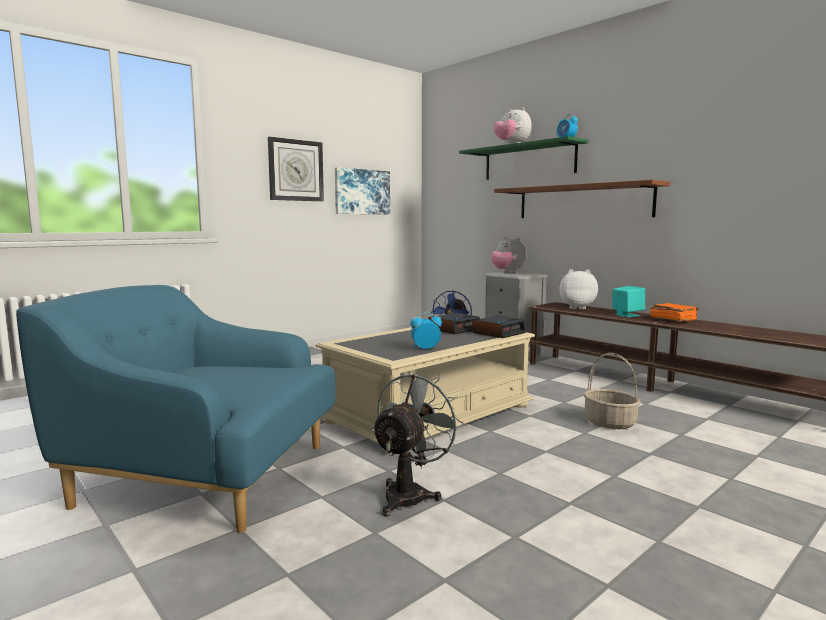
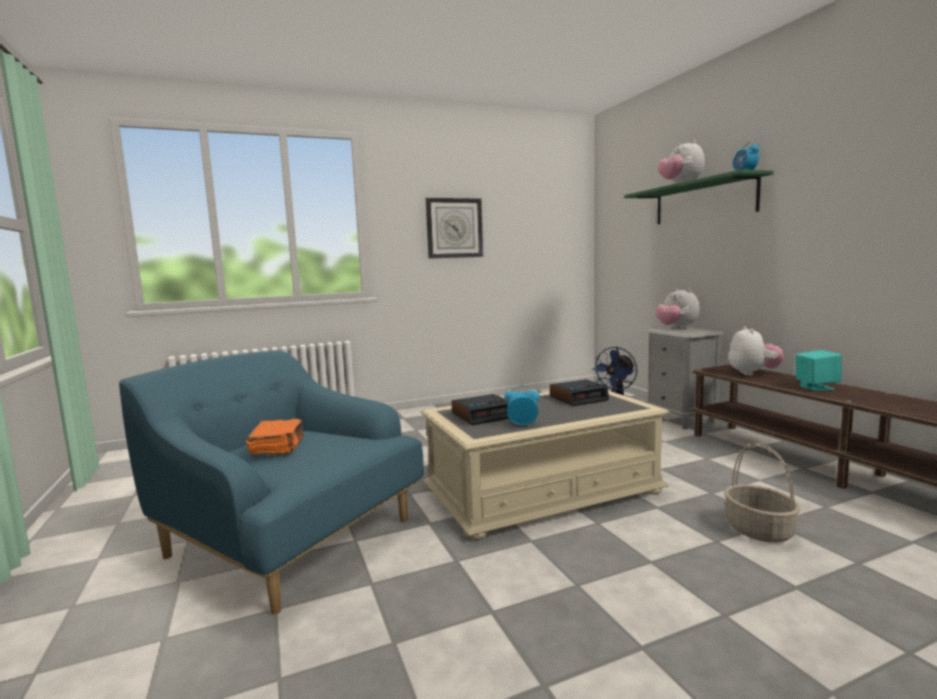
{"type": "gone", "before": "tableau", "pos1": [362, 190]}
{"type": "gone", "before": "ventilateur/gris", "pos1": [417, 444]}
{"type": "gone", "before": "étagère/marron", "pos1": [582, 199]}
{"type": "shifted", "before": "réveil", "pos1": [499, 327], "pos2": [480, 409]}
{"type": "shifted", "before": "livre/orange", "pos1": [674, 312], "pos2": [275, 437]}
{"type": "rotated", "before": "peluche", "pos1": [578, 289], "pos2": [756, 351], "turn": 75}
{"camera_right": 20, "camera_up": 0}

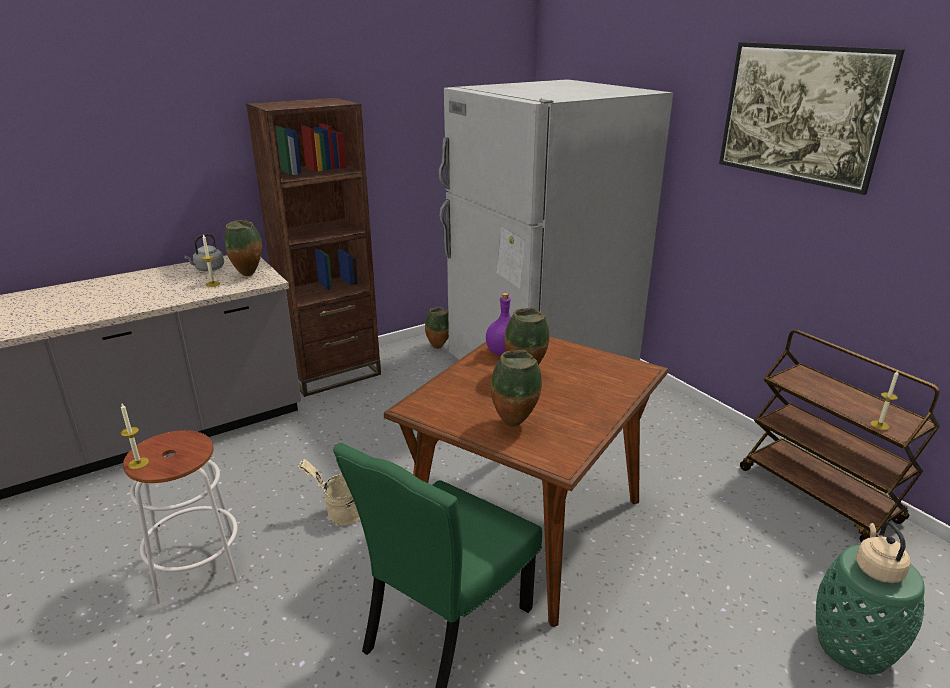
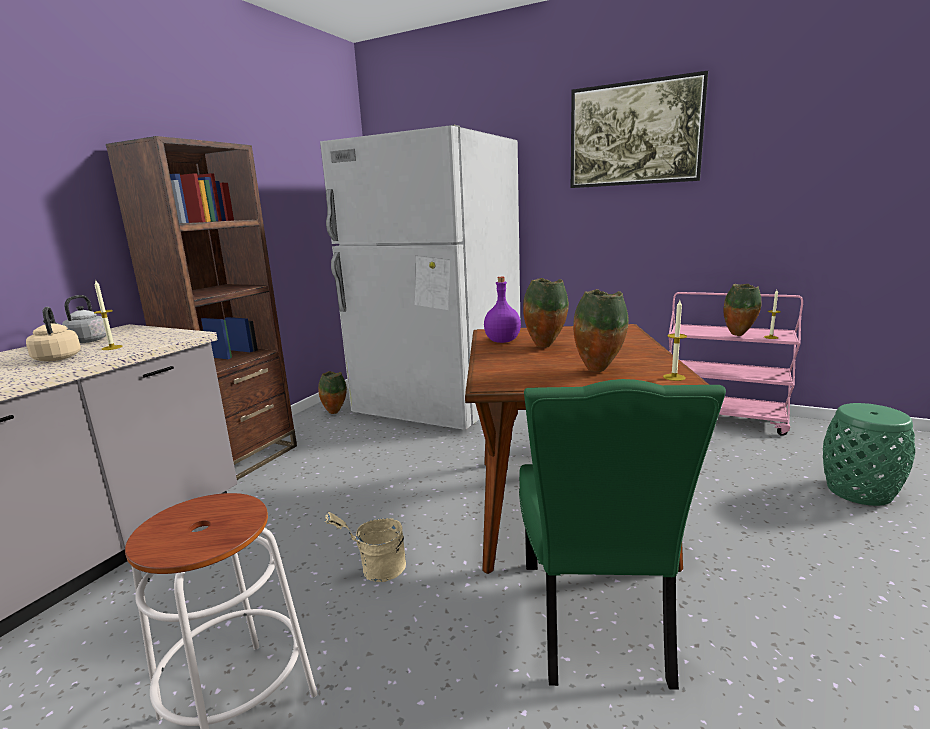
{"type": "shifted", "before": "bougie", "pos1": [135, 436], "pos2": [675, 340]}
{"type": "shifted", "before": "vase", "pos1": [243, 248], "pos2": [742, 310]}
{"type": "shifted", "before": "bouilloire/beige", "pos1": [883, 552], "pos2": [53, 334]}
{"type": "repainted", "before": "chariot/marron", "after": "chariot/rose", "pos1": [840, 436], "pos2": [736, 364]}
{"camera_right": -30, "camera_up": -10}

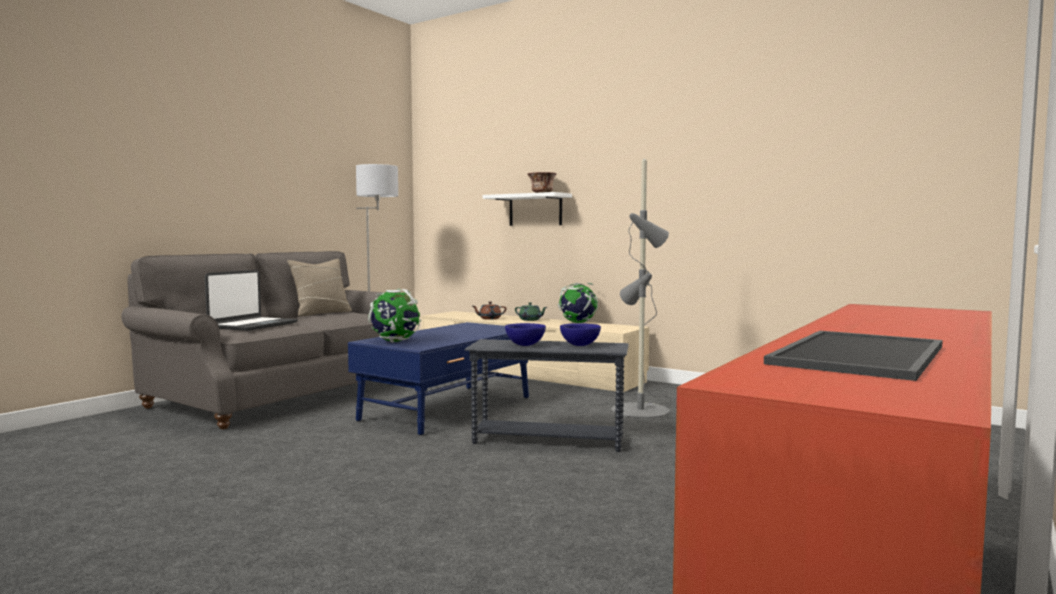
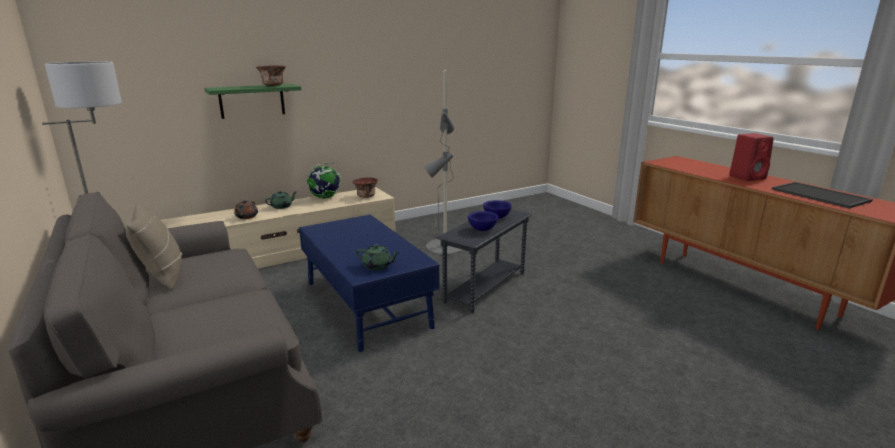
{"type": "gone", "before": "ordinateur portable", "pos1": [251, 300]}
{"type": "new", "after": "bol", "pos2": [365, 188]}
{"type": "new", "after": "enceinte/rouge", "pos2": [751, 157]}
{"type": "swapped", "before": "globe", "after": "théière/vert", "pos1": [394, 315], "pos2": [378, 257]}
{"type": "repainted", "before": "étagère/blanc", "after": "étagère/vert", "pos1": [527, 209], "pos2": [253, 101]}
{"camera_right": -65, "camera_up": 15}

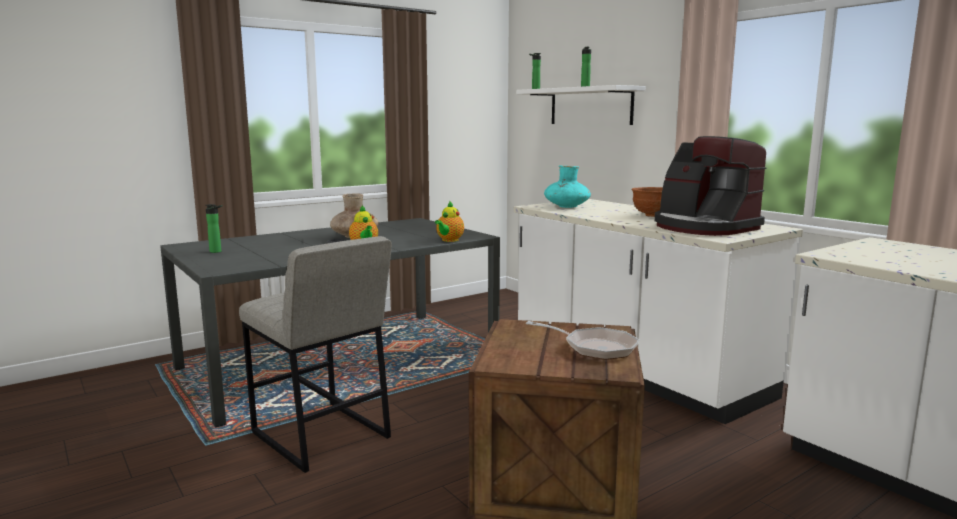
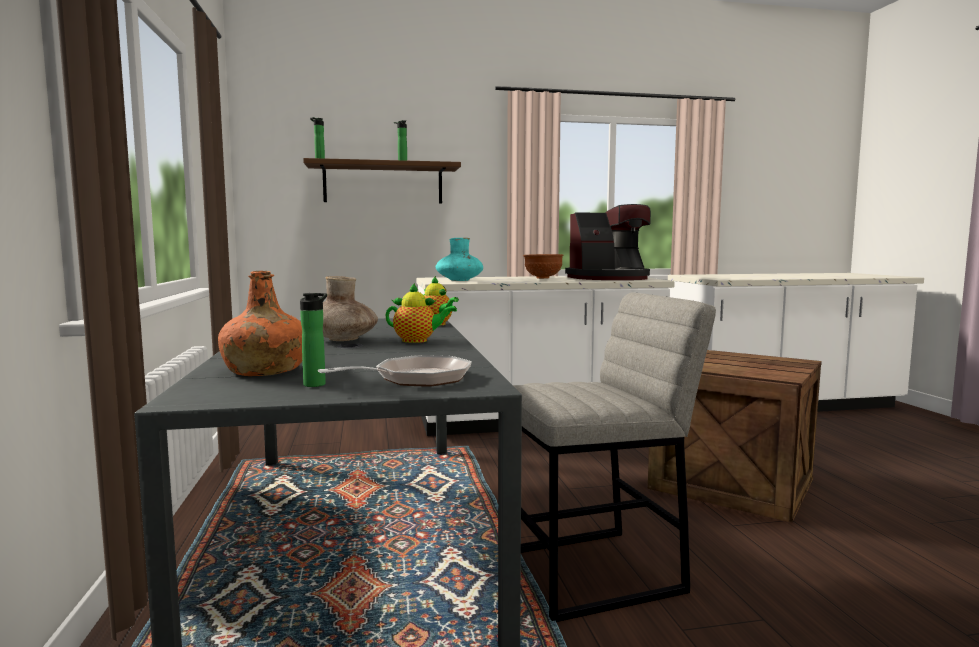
{"type": "new", "after": "bouteille/orange", "pos2": [260, 323]}
{"type": "shifted", "before": "poêle", "pos1": [583, 340], "pos2": [395, 371]}
{"type": "repainted", "before": "étagère/blanc", "after": "étagère/marron", "pos1": [581, 105], "pos2": [382, 181]}
{"camera_right": -65, "camera_up": -5}

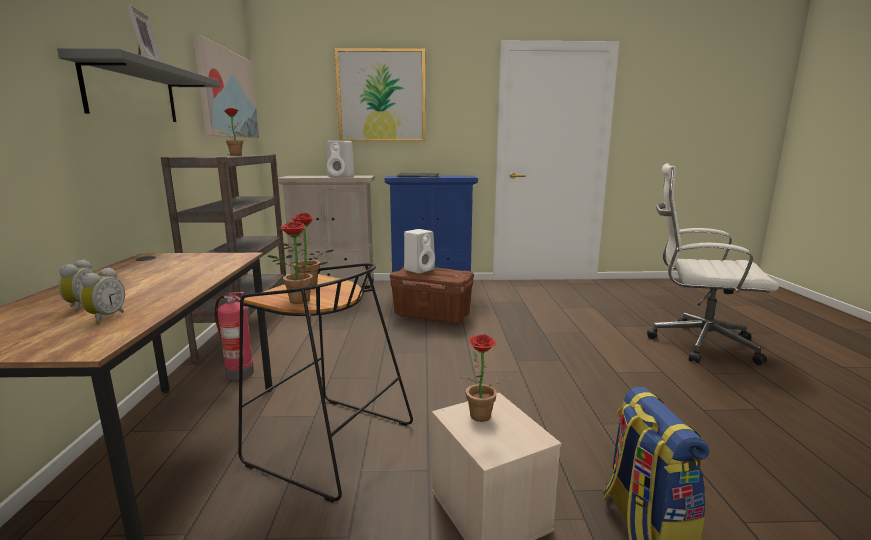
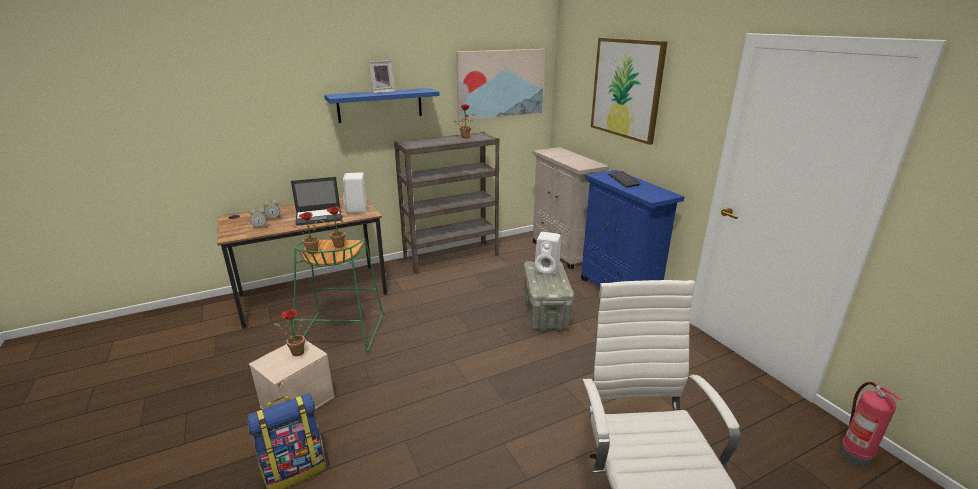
{"type": "new", "after": "ordinateur portable", "pos2": [316, 201]}
{"type": "shifted", "before": "extincteur", "pos1": [234, 336], "pos2": [870, 424]}
{"type": "shifted", "before": "enceinte/blanc", "pos1": [340, 159], "pos2": [355, 192]}
{"type": "repainted", "before": "étagère/gris", "after": "étagère/bleu", "pos1": [138, 85], "pos2": [381, 105]}
{"type": "repainted", "before": "tabouret/noir", "after": "tabouret/vert", "pos1": [325, 383], "pos2": [338, 295]}
{"type": "repainted", "before": "boîte de rangement/marron", "after": "boîte de rangement/gris", "pos1": [432, 295], "pos2": [549, 296]}
{"camera_right": 65, "camera_up": 10}

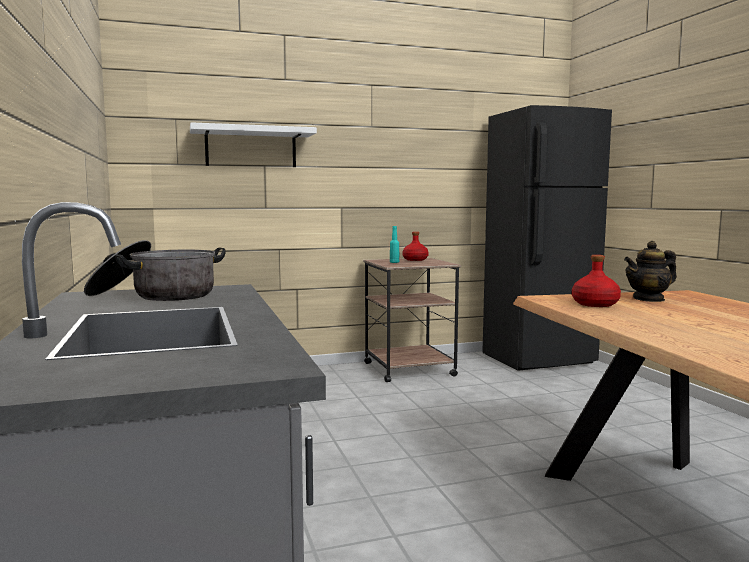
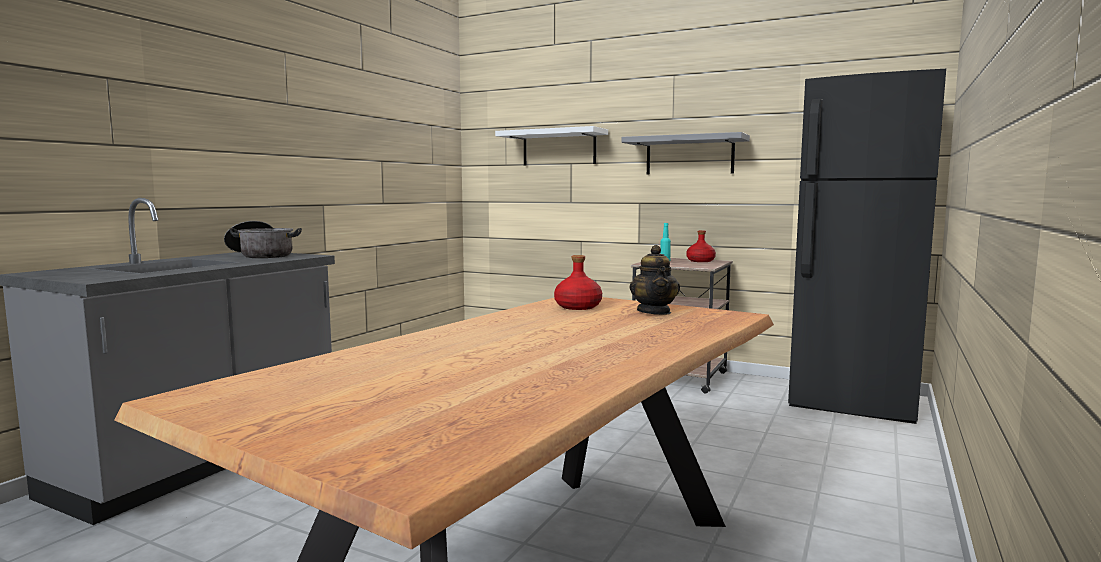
{"type": "new", "after": "étagère/gris", "pos2": [686, 153]}
{"type": "rotated", "before": "théière", "pos1": [650, 271], "pos2": [654, 280], "turn": -120}
{"camera_right": 45, "camera_up": 0}

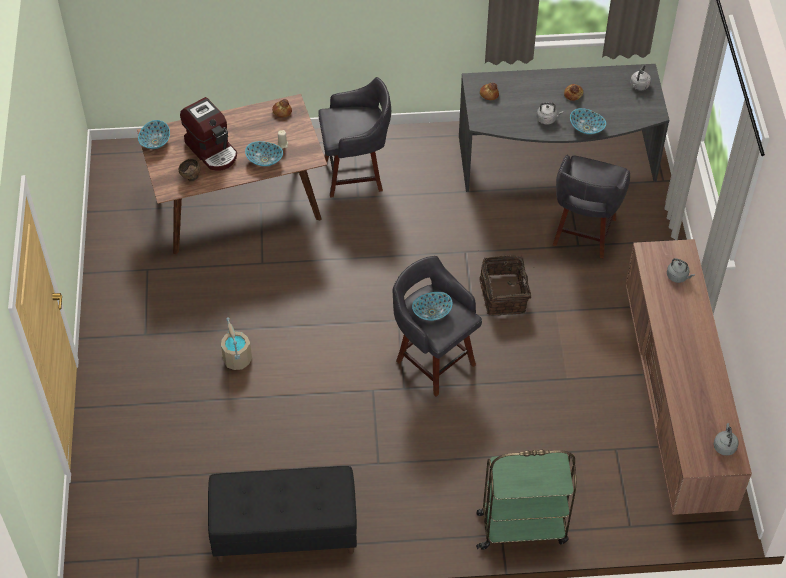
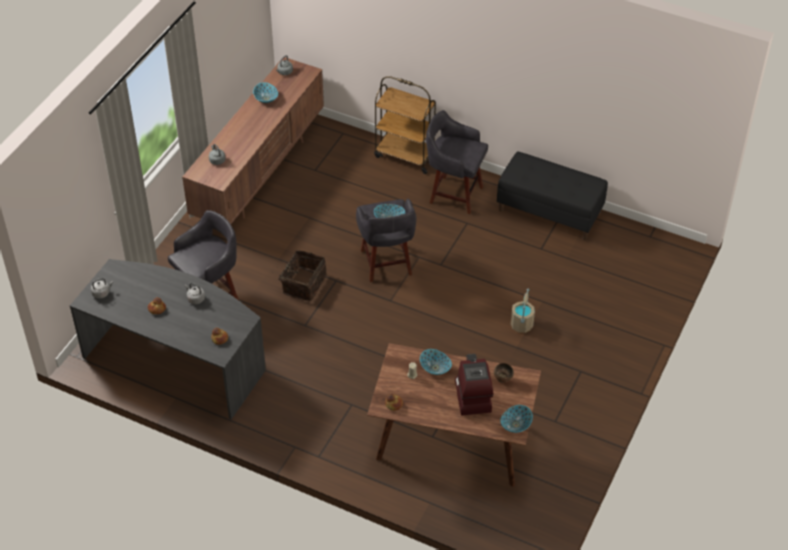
{"type": "shifted", "before": "tabouret/gris", "pos1": [354, 137], "pos2": [457, 162]}
{"type": "shifted", "before": "bol", "pos1": [588, 121], "pos2": [265, 92]}
{"type": "repainted", "before": "chariot/vert", "after": "chariot/marron", "pos1": [526, 500], "pos2": [405, 125]}
{"camera_right": -150, "camera_up": -5}

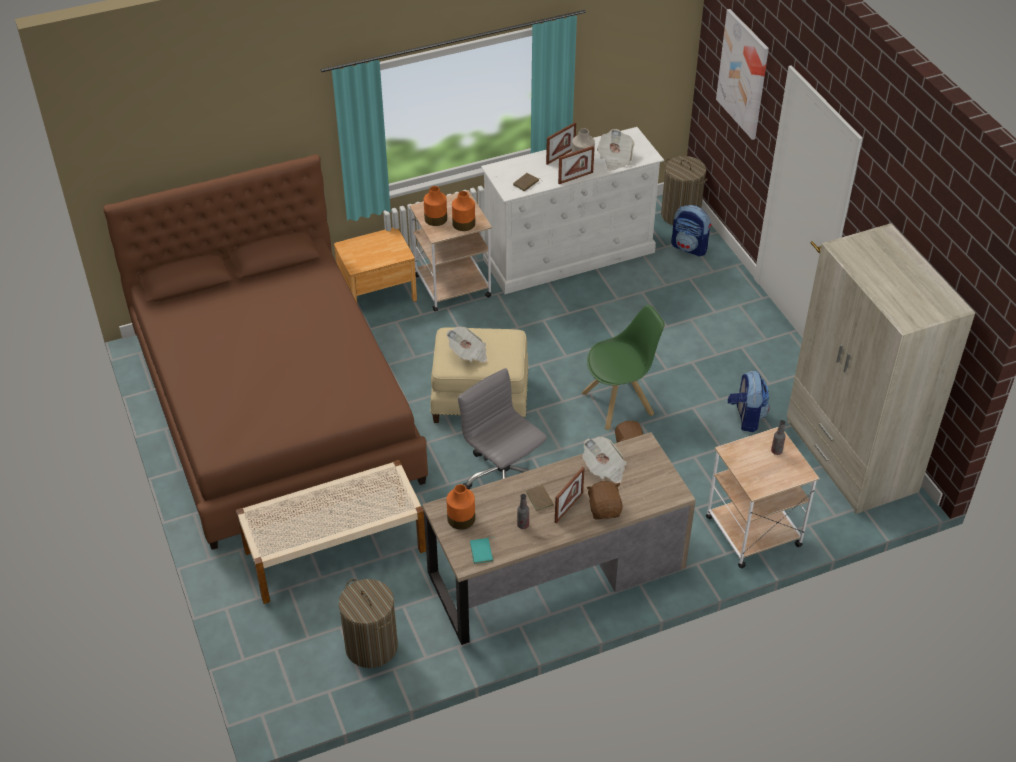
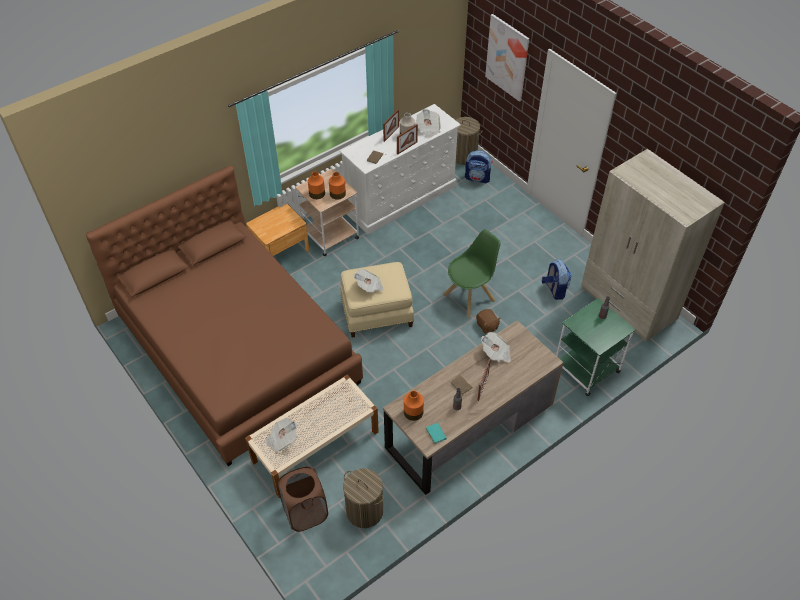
{"type": "gone", "before": "chaise de bureau/gris", "pos1": [502, 429]}
{"type": "gone", "before": "peluche/marron", "pos1": [604, 500]}
{"type": "new", "after": "journal", "pos2": [280, 435]}
{"type": "new", "after": "panier à linge/marron", "pos2": [302, 499]}
{"type": "repainted", "before": "chariot/beige", "after": "chariot/vert", "pos1": [762, 497], "pos2": [596, 347]}
{"camera_right": -15, "camera_up": 5}

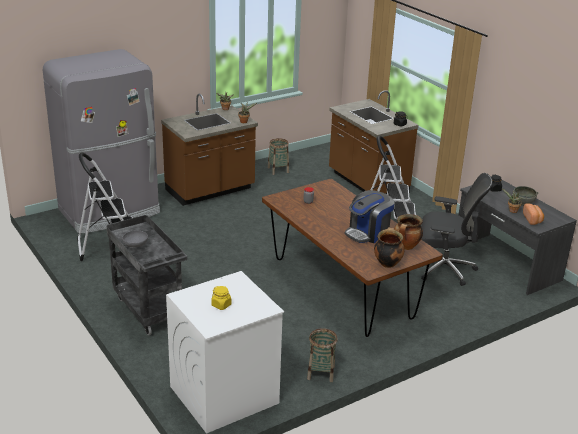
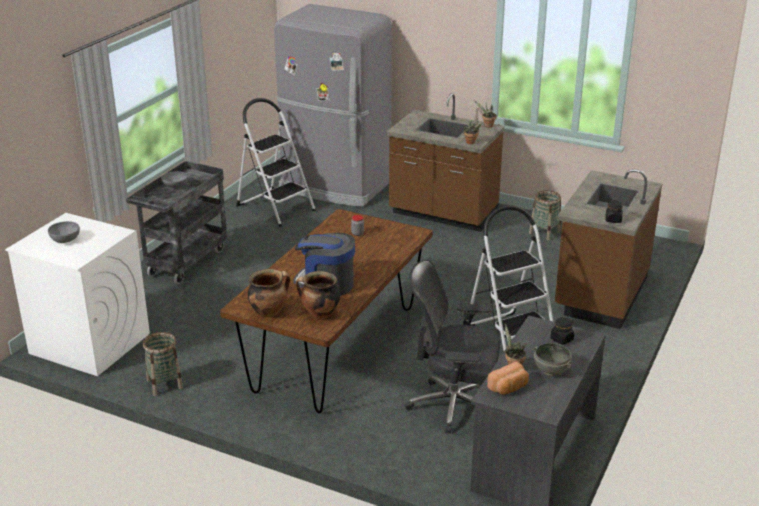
{"type": "swapped", "before": "bocal/jaune", "after": "bol/gris", "pos1": [221, 298], "pos2": [64, 232]}
{"type": "rotated", "before": "chaise de bureau", "pos1": [457, 229], "pos2": [452, 346], "turn": 120}
{"camera_right": 60, "camera_up": 0}

